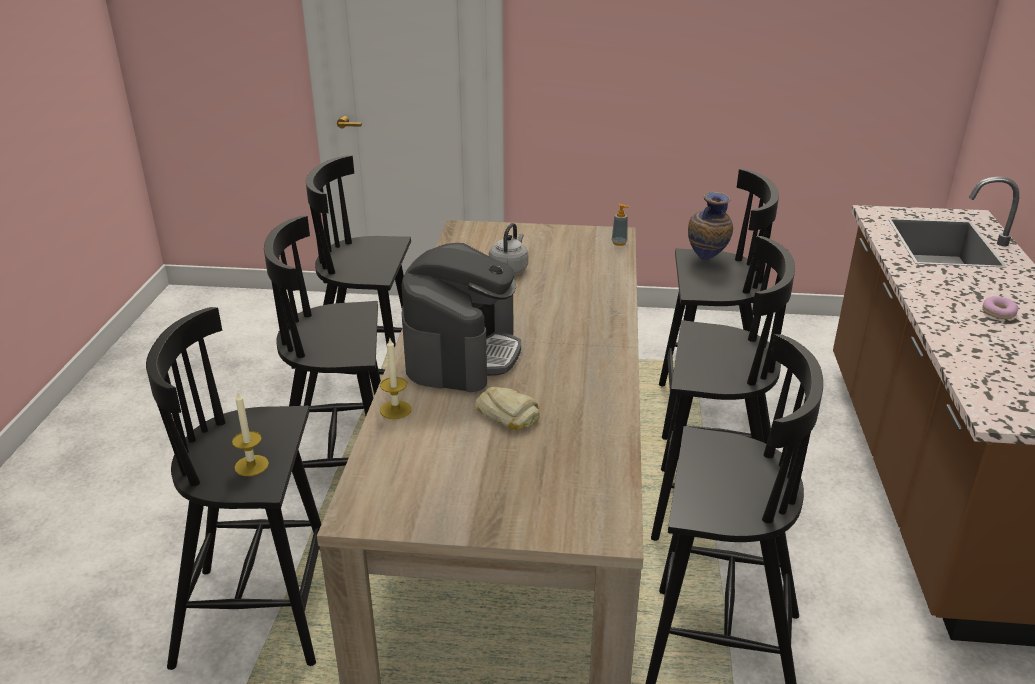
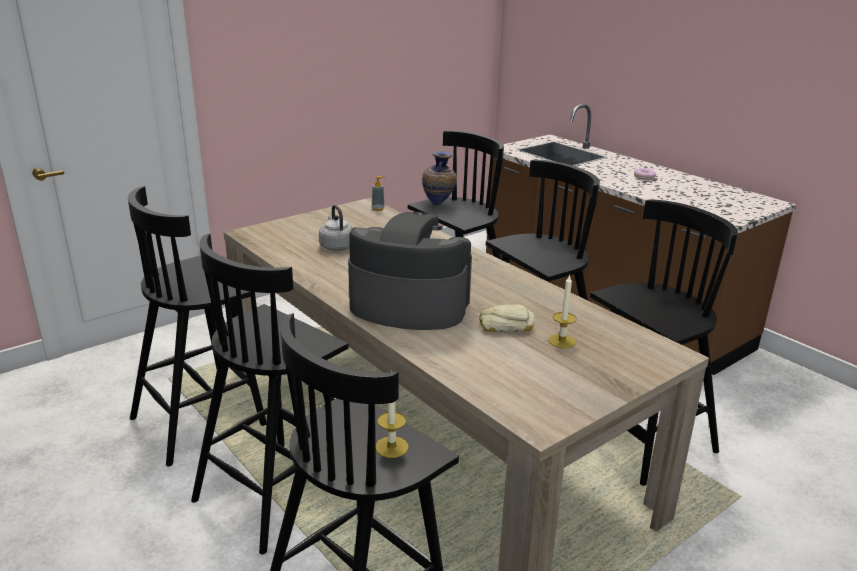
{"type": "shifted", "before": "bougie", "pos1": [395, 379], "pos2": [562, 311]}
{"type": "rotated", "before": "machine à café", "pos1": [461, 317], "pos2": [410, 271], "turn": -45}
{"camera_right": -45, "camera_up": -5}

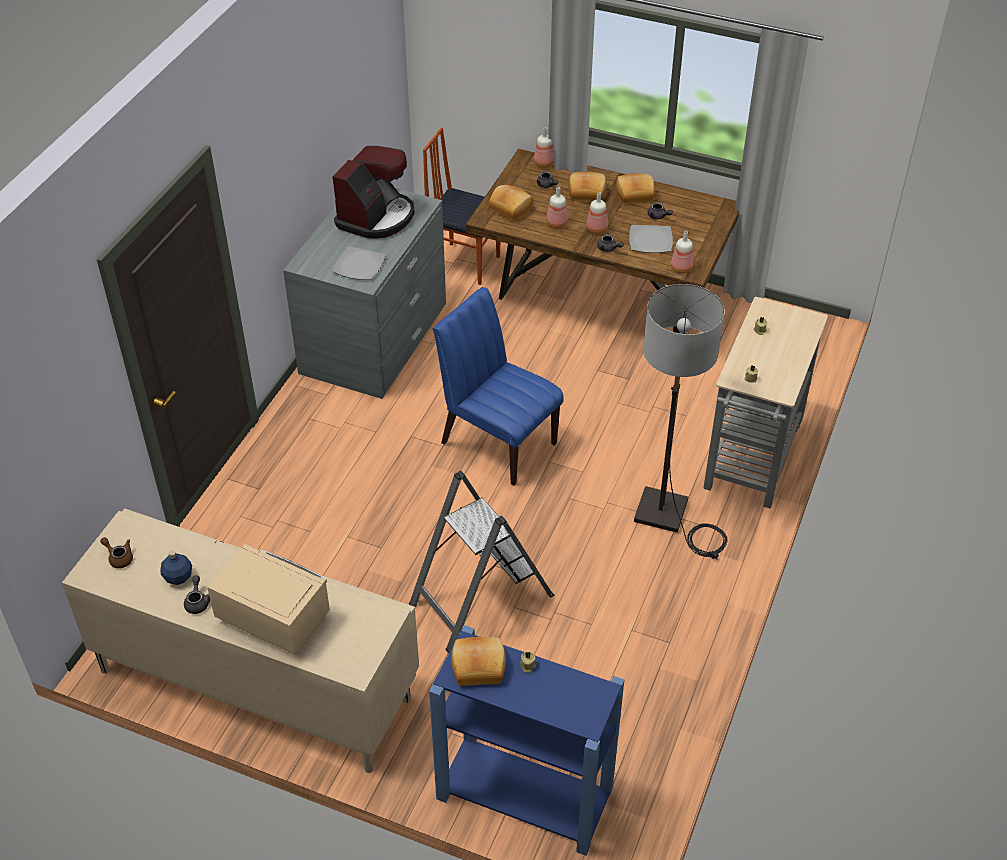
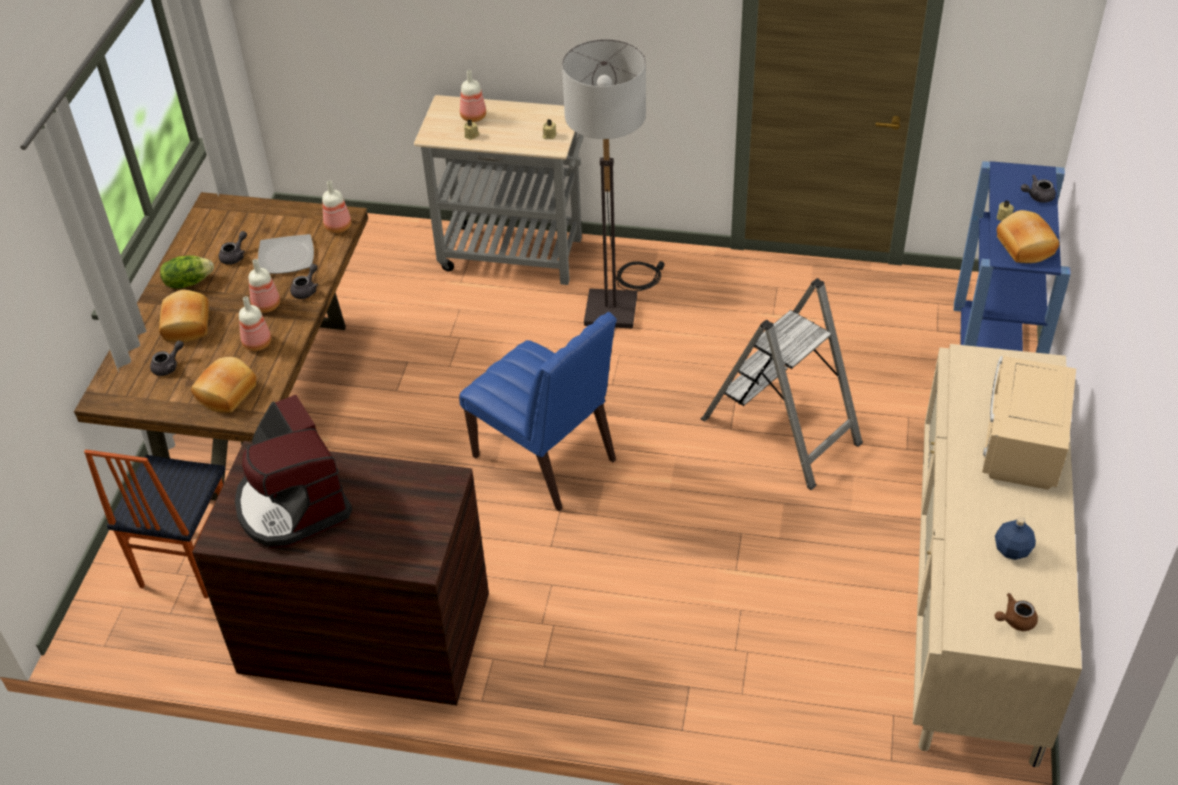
{"type": "gone", "before": "assiette", "pos1": [359, 263]}
{"type": "shifted", "before": "théière/gris", "pos1": [197, 594], "pos2": [1038, 189]}
{"type": "shifted", "before": "bouteille", "pos1": [544, 147], "pos2": [473, 96]}
{"type": "swapped", "before": "pain", "after": "laitue", "pos1": [635, 189], "pos2": [187, 271]}
{"type": "repainted", "before": "commode/gris", "after": "commode/marron", "pos1": [364, 293], "pos2": [340, 573]}
{"type": "rotated", "before": "théière/marron", "pos1": [116, 552], "pos2": [1016, 612], "turn": 45}
{"type": "rotated", "before": "machine à café", "pos1": [373, 192], "pos2": [293, 471], "turn": -135}
{"type": "rotated", "before": "chaise/bleu", "pos1": [498, 386], "pos2": [538, 412], "turn": -75}
{"camera_right": -100, "camera_up": 0}

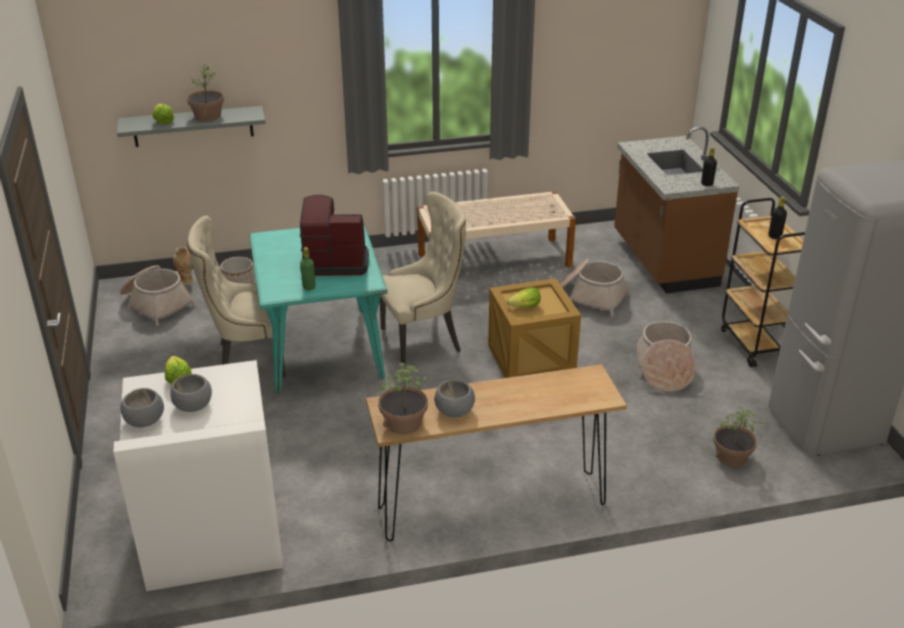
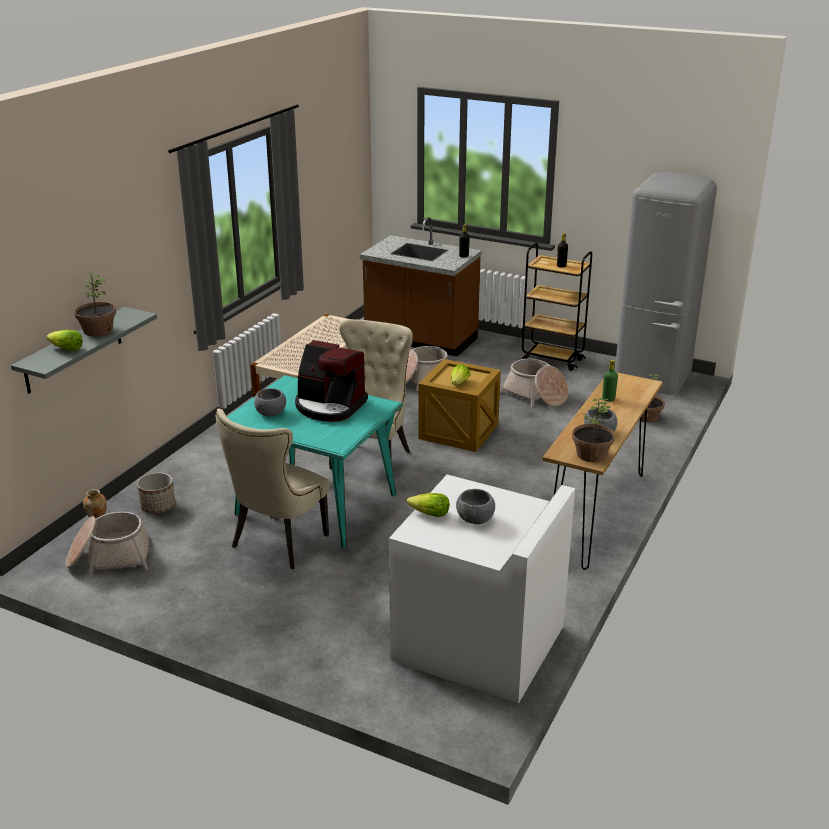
{"type": "shifted", "before": "bol/gris", "pos1": [142, 407], "pos2": [270, 402]}
{"type": "shifted", "before": "bouteille/vert", "pos1": [307, 268], "pos2": [610, 380]}
{"type": "rotated", "before": "machine à café", "pos1": [334, 235], "pos2": [331, 381], "turn": -105}
{"camera_right": -50, "camera_up": -5}

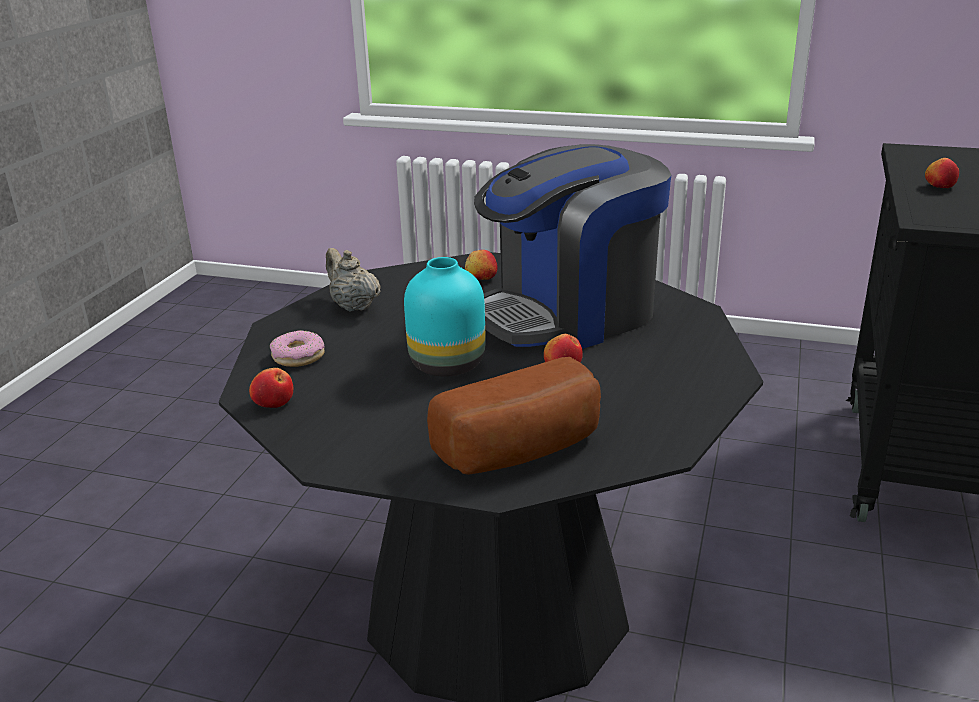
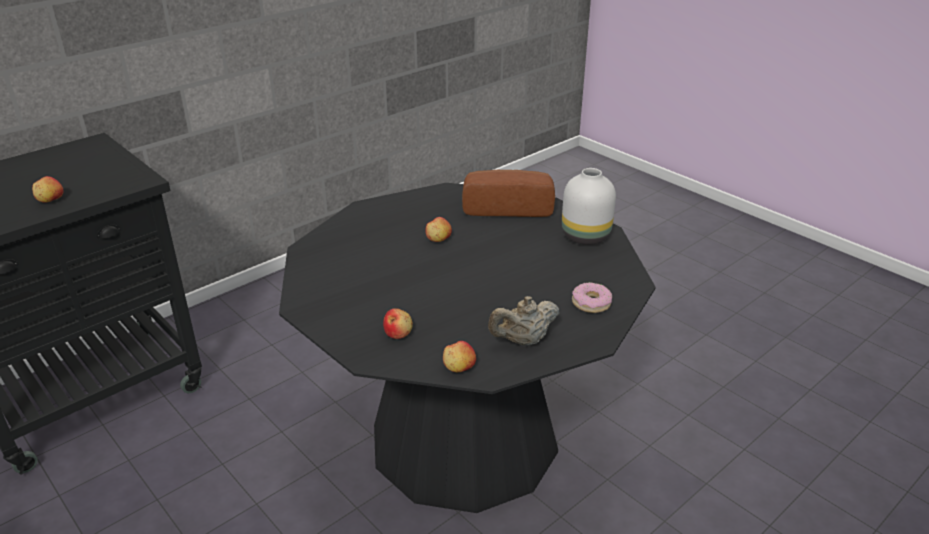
{"type": "gone", "before": "vase/turquoise", "pos1": [445, 317]}
{"type": "gone", "before": "machine à café", "pos1": [572, 246]}
{"type": "new", "after": "vase/blanc", "pos2": [589, 206]}
{"type": "shifted", "before": "pomme", "pos1": [271, 388], "pos2": [459, 356]}
{"type": "rotated", "before": "théière/beige", "pos1": [353, 279], "pos2": [523, 321], "turn": 75}
{"camera_right": -150, "camera_up": 5}

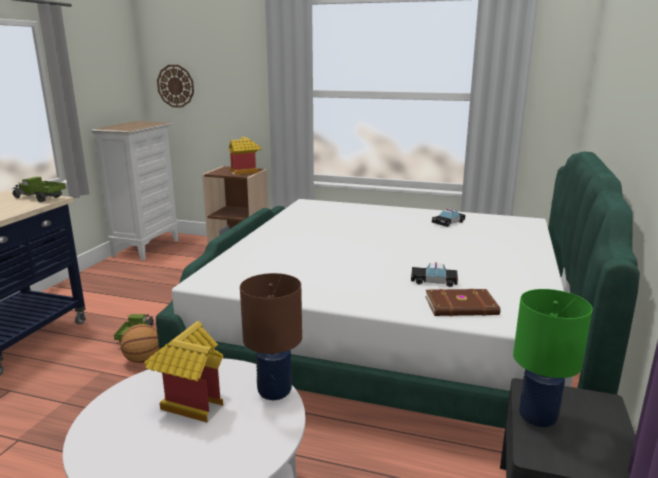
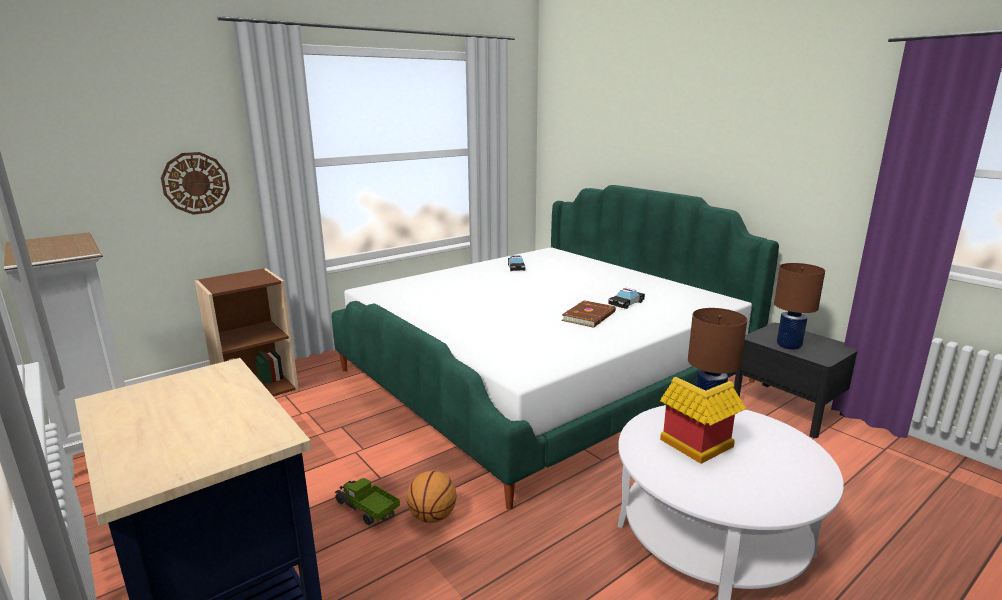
{"type": "gone", "before": "camion jouet", "pos1": [39, 189]}
{"type": "gone", "before": "maison miniature", "pos1": [245, 155]}
{"type": "shifted", "before": "horloge murale", "pos1": [175, 86], "pos2": [195, 183]}
{"type": "shifted", "before": "livre/marron", "pos1": [462, 302], "pos2": [589, 314]}
{"type": "repainted", "before": "lampe de table/vert", "after": "lampe de table/marron", "pos1": [553, 358], "pos2": [799, 306]}
{"camera_right": -55, "camera_up": 0}

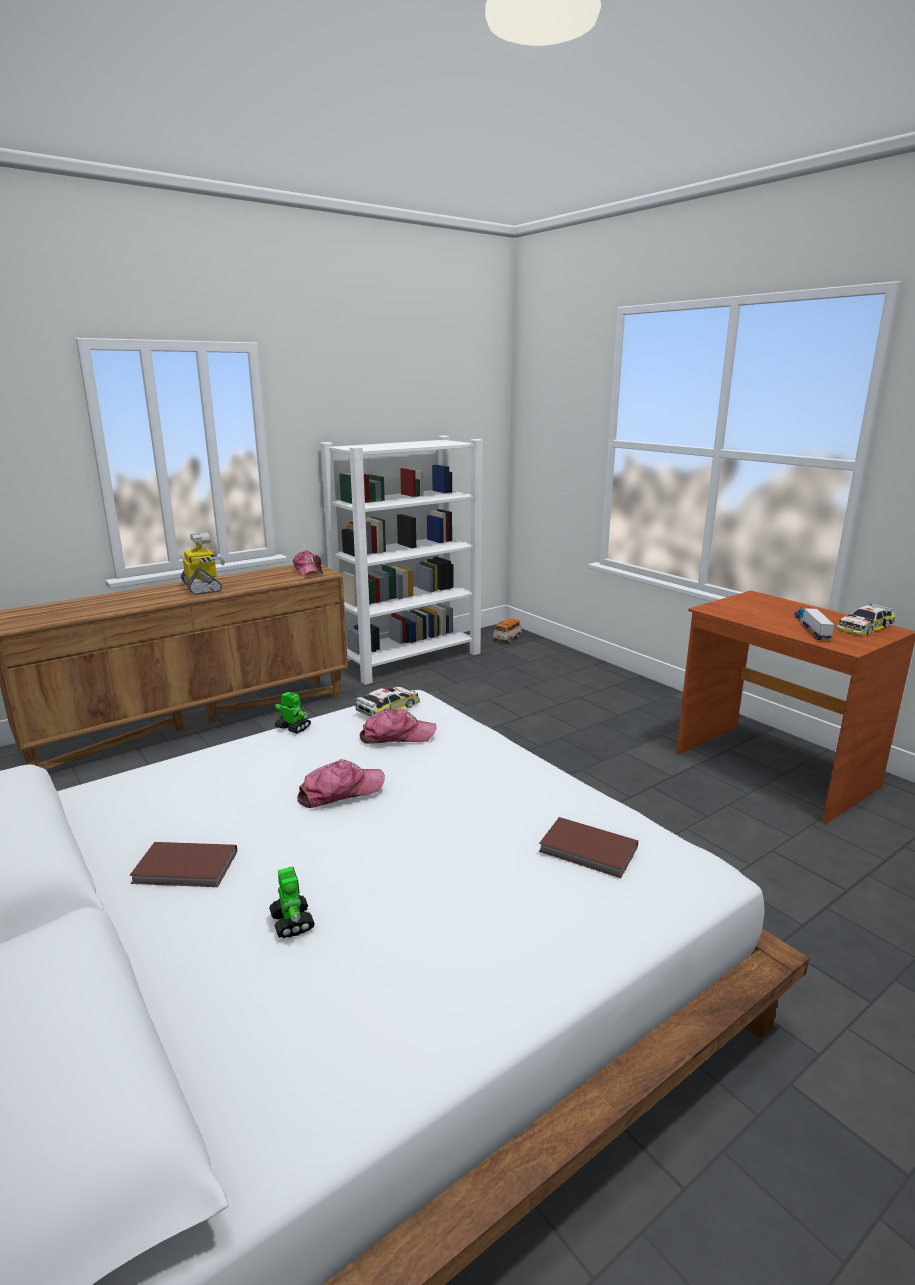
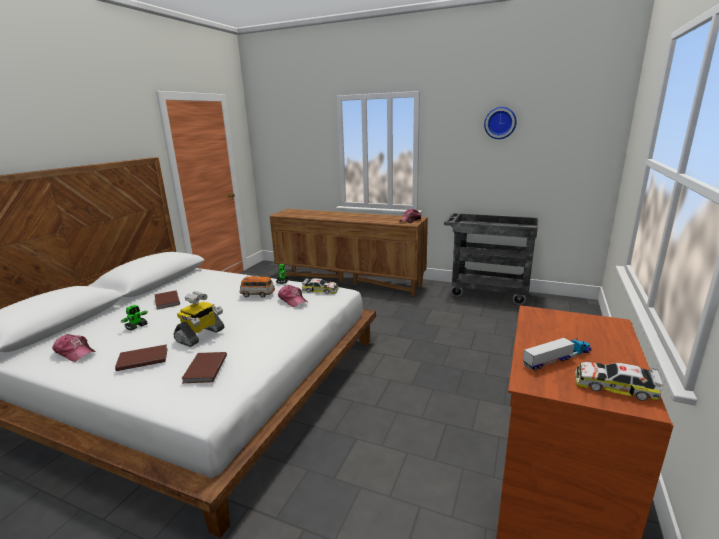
{"type": "new", "after": "livre/marron", "pos2": [141, 357]}
{"type": "new", "after": "horloge murale", "pos2": [500, 123]}
{"type": "shifted", "before": "robot jouet", "pos1": [203, 563], "pos2": [199, 319]}
{"type": "shifted", "before": "casquette", "pos1": [341, 783], "pos2": [74, 348]}
{"type": "shifted", "before": "petite voiture", "pos1": [507, 630], "pos2": [257, 287]}
{"type": "swapped", "before": "bibliothèque/blanc", "after": "chariot/noir", "pos1": [401, 560], "pos2": [491, 259]}
{"camera_right": 60, "camera_up": 0}

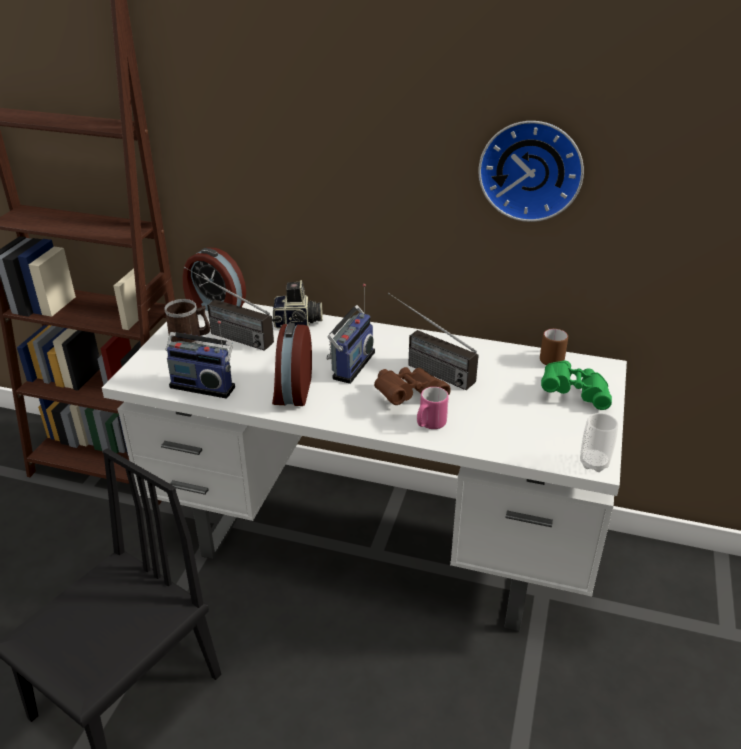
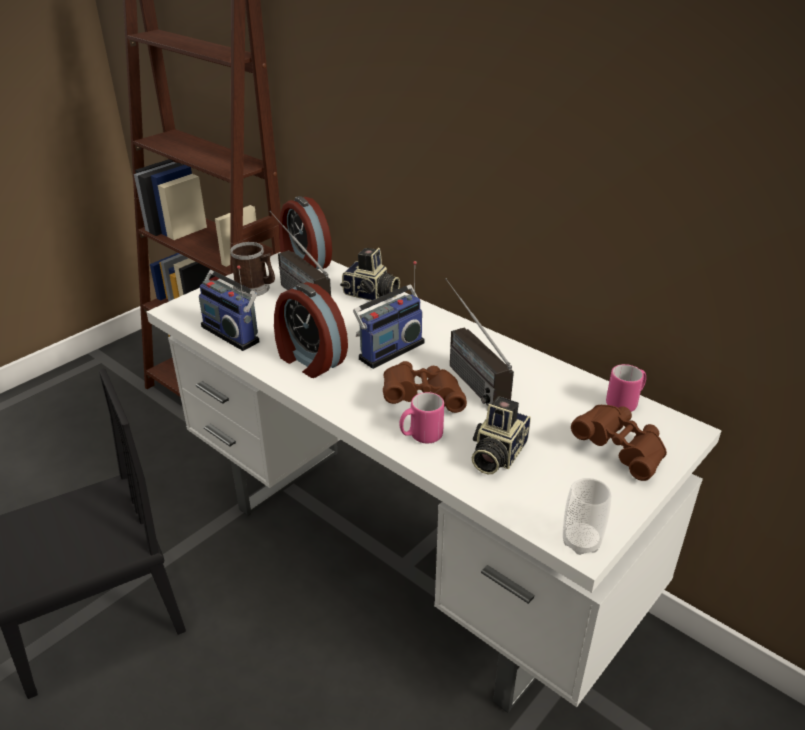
{"type": "gone", "before": "horloge murale", "pos1": [531, 171]}
{"type": "new", "after": "appareil photo", "pos2": [501, 435]}
{"type": "repainted", "before": "mug/marron", "after": "mug/rose", "pos1": [554, 347], "pos2": [626, 388]}
{"type": "repainted", "before": "jumelles/vert", "after": "jumelles/marron", "pos1": [576, 385], "pos2": [619, 443]}
{"type": "rotated", "before": "réveil", "pos1": [292, 364], "pos2": [311, 330], "turn": -75}
{"camera_right": 25, "camera_up": 0}

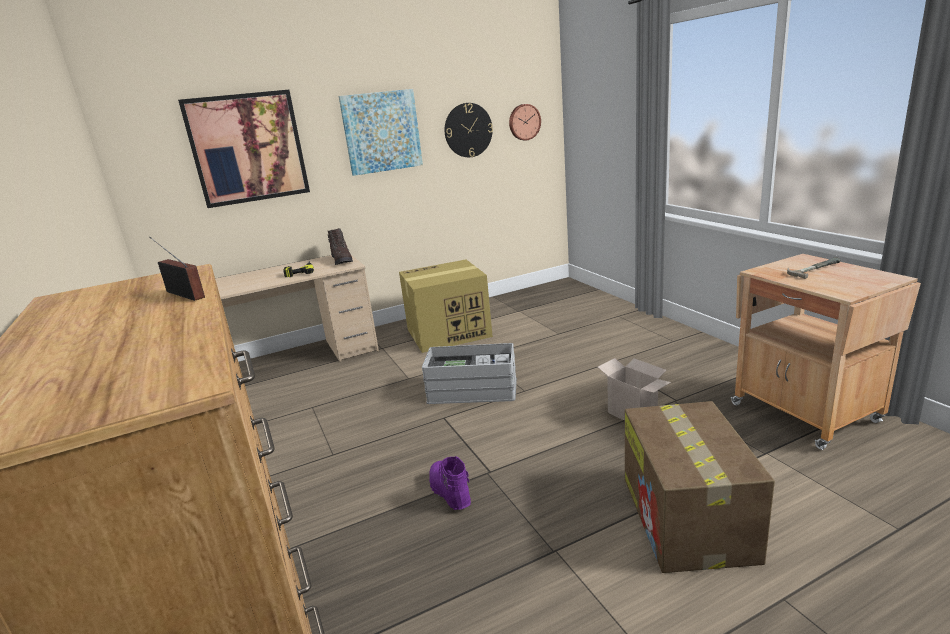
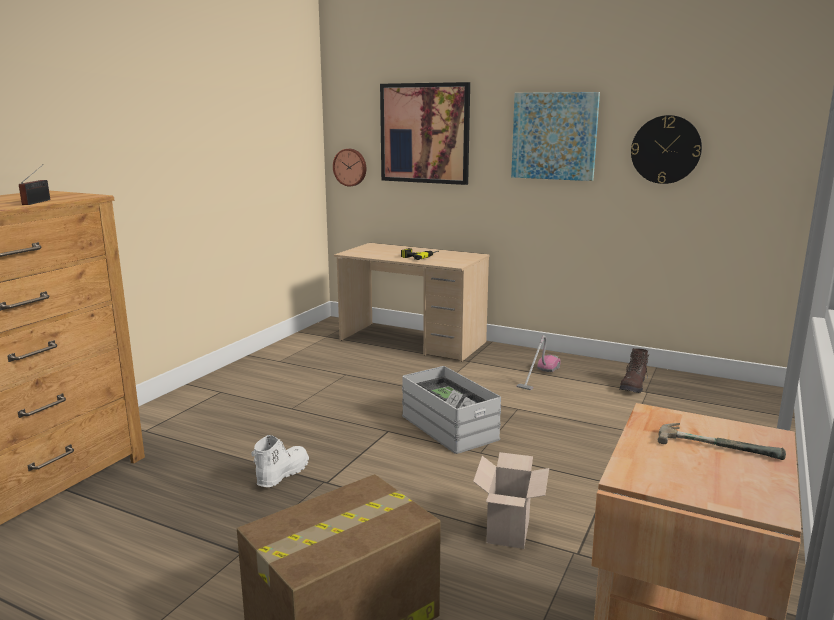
{"type": "shifted", "before": "botte/marron", "pos1": [340, 246], "pos2": [634, 370]}
{"type": "shifted", "before": "horloge murale", "pos1": [525, 122], "pos2": [349, 168]}
{"type": "swapped", "before": "carton", "after": "aspirateur", "pos1": [446, 306], "pos2": [538, 362]}
{"type": "repainted", "before": "botte/violet", "after": "botte/blanc", "pos1": [450, 483], "pos2": [280, 461]}
{"camera_right": 50, "camera_up": -5}

